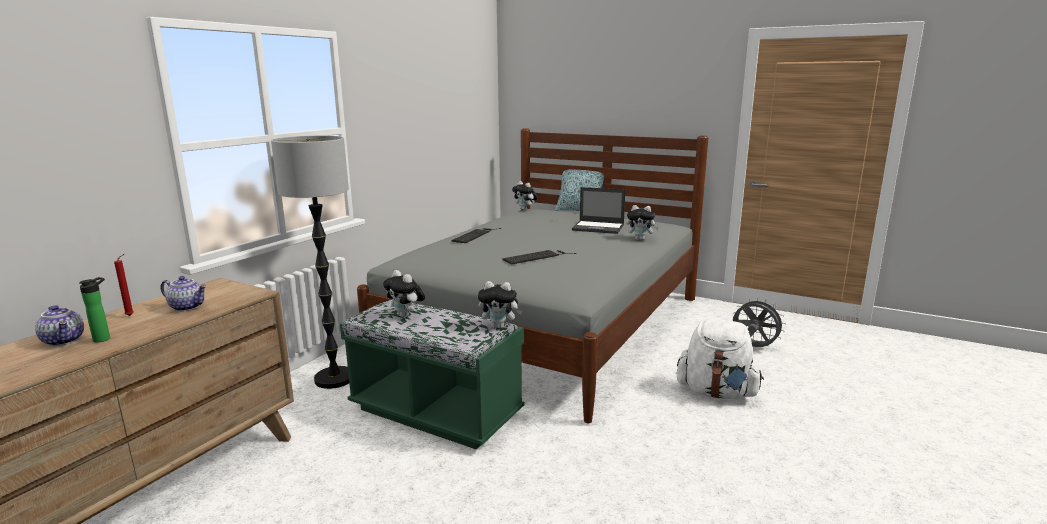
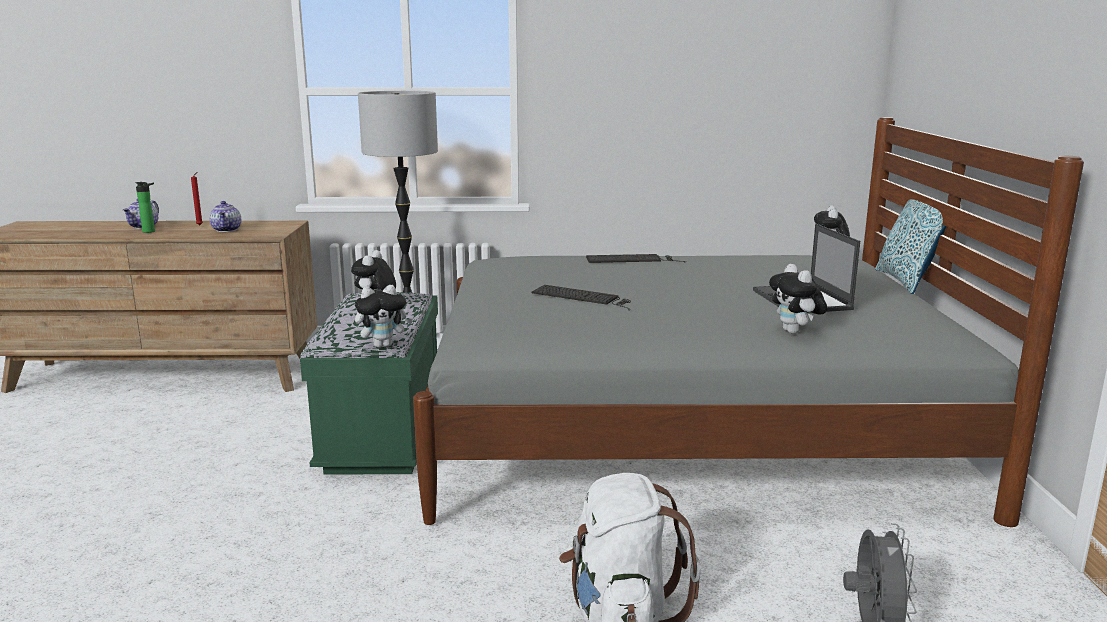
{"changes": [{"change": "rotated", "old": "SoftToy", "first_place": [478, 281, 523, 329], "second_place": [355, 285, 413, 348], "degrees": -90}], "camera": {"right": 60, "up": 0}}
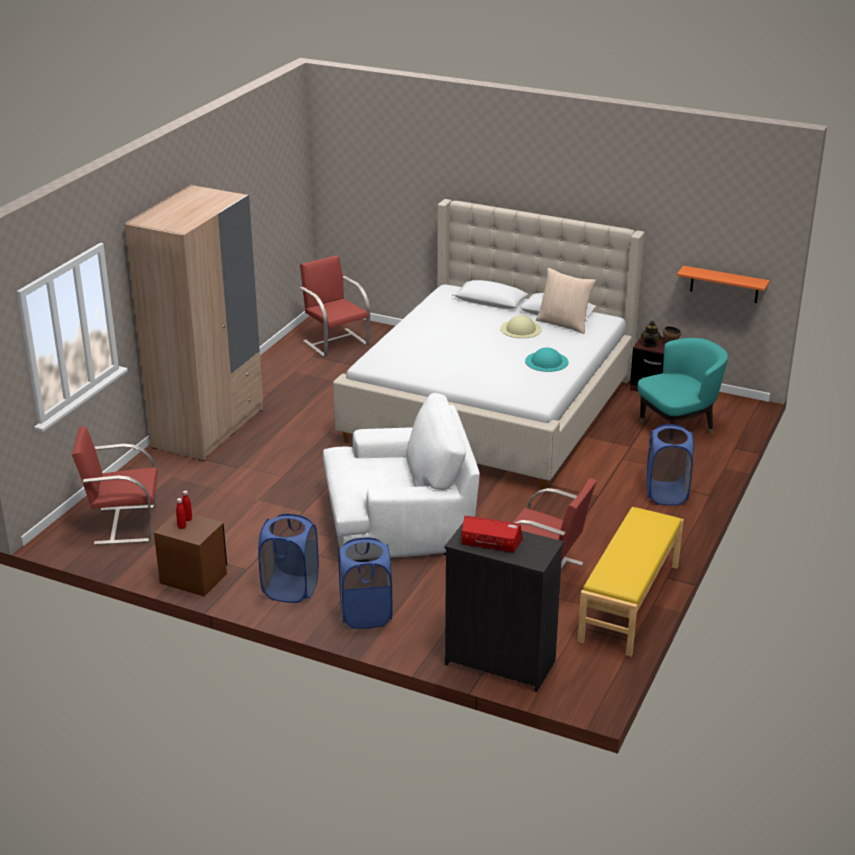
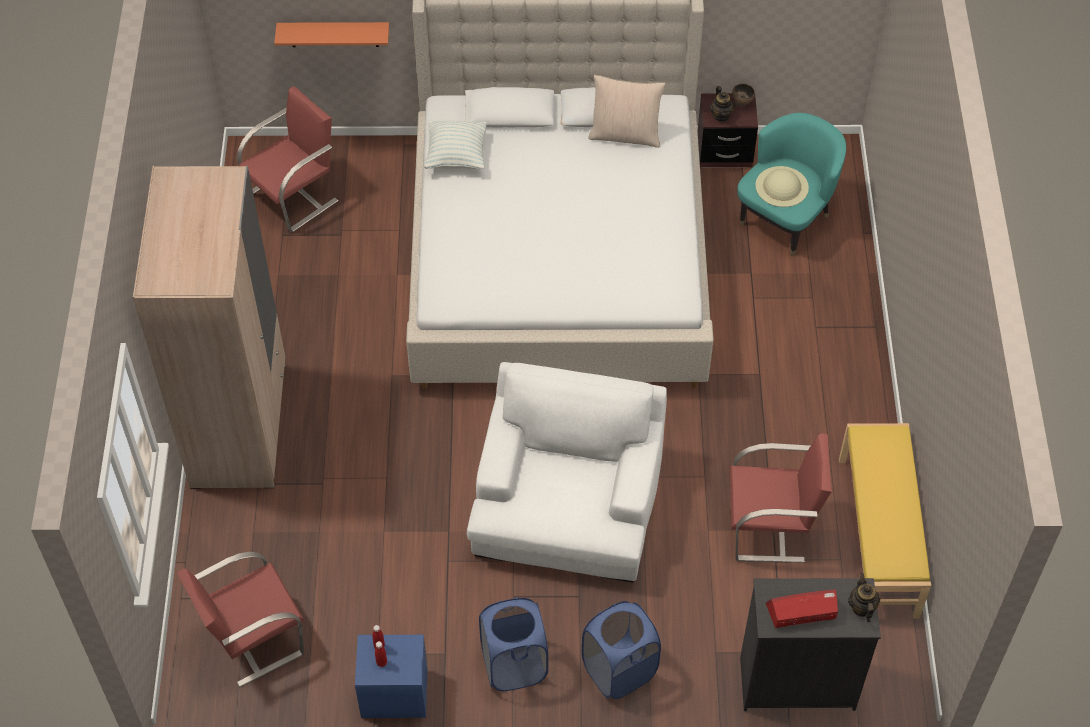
{"changes": [{"change": "gone", "old": "BlueGreenWearableHat", "first_place": [525, 347, 568, 372]}, {"change": "gone", "old": "BlueColouredWashingBasket", "first_place": [647, 424, 694, 506]}, {"change": "new", "new": "ThrowPillow", "second_place": [424, 120, 487, 169]}, {"change": "new", "new": "TeaPot", "second_place": [848, 573, 880, 622]}, {"change": "shifted", "old": "BeigeWearableHat", "first_place": [500, 315, 542, 338], "second_place": [755, 166, 809, 207]}, {"change": "shifted", "old": "OrangeyBracketShelf", "first_place": [677, 266, 770, 303], "second_place": [274, 22, 389, 47]}, {"change": "repainted", "old": "BrownColouredBedsideTable", "new": "BlueColouredBedsideTable", "first_place": [154, 513, 227, 597], "second_place": [355, 635, 427, 718]}, {"change": "rotated", "old": "ReddishPlainChair", "first_place": [300, 255, 370, 357], "second_place": [237, 86, 338, 232], "degrees": 105}, {"change": "rotated", "old": "WhitishLoungeChair", "first_place": [323, 393, 480, 557], "second_place": [467, 362, 667, 583], "degrees": -45}], "camera": {"right": -25, "up": 25}}
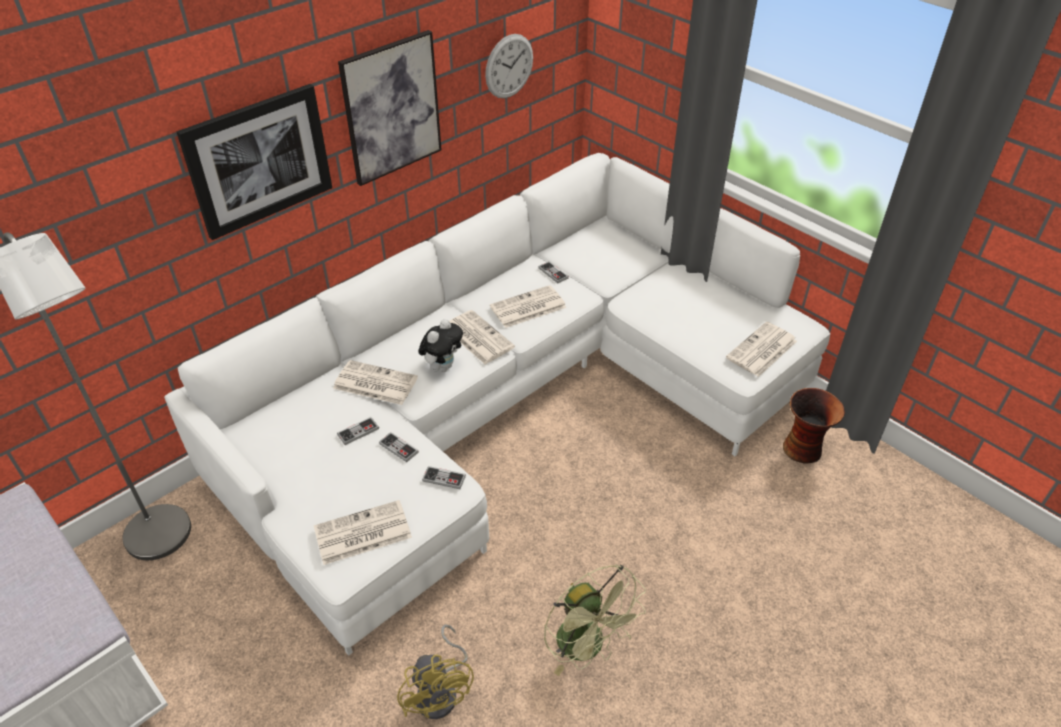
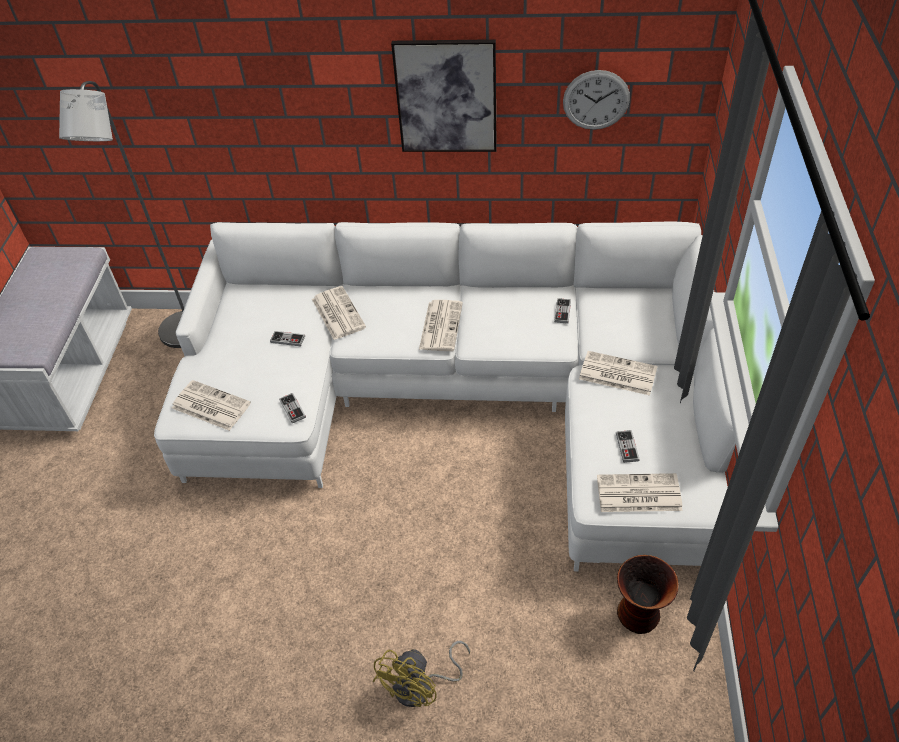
{"changes": [{"change": "gone", "old": "Picture", "first_place": [177, 84, 332, 240]}, {"change": "gone", "old": "SoftToy", "first_place": [419, 319, 463, 372]}, {"change": "gone", "old": "GreenColouredElectricFan", "first_place": [544, 565, 646, 676]}, {"change": "shifted", "old": "Joypad", "first_place": [379, 432, 419, 462], "second_place": [616, 430, 640, 463]}, {"change": "shifted", "old": "YellowElectricFan", "first_place": [397, 624, 474, 719], "second_place": [373, 641, 470, 707]}, {"change": "shifted", "old": "DailyPaper", "first_place": [490, 285, 567, 328], "second_place": [579, 351, 658, 396]}], "camera": {"right": 50, "up": 5}}
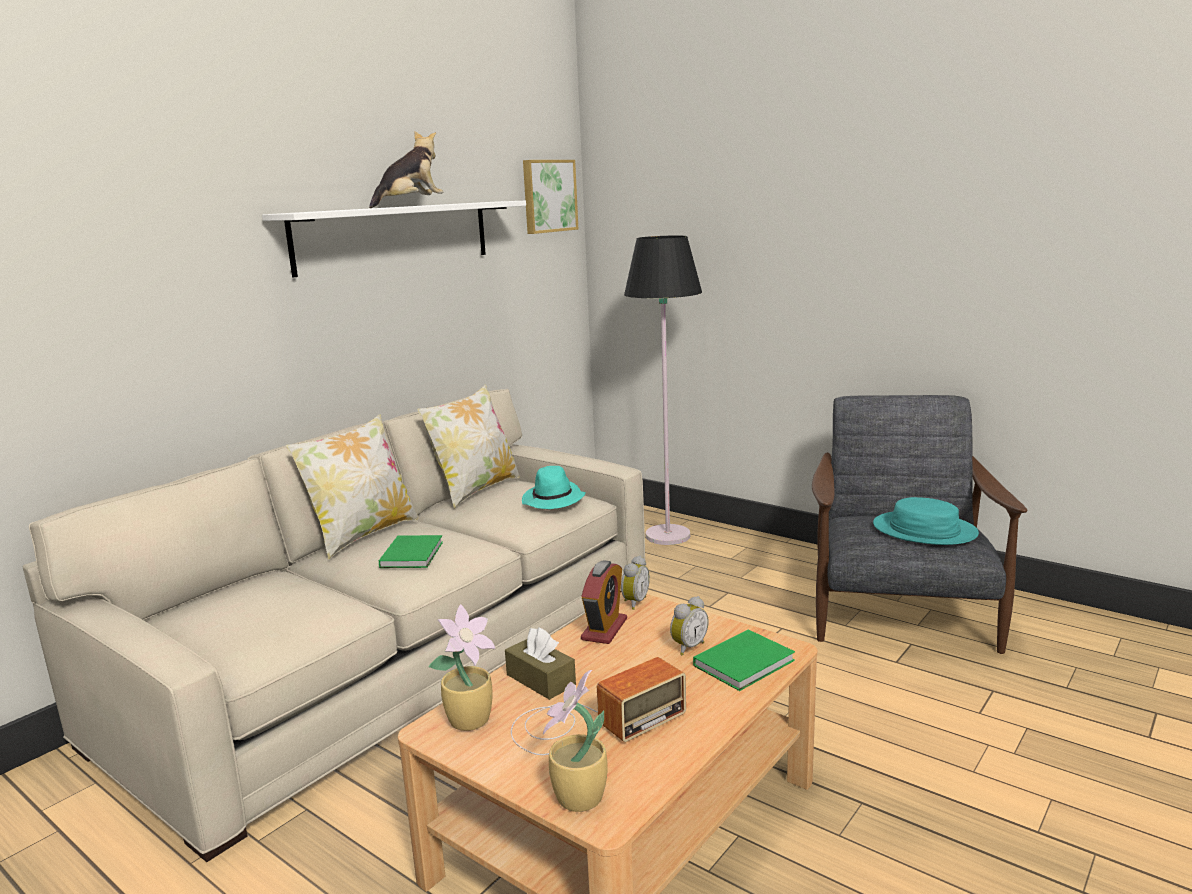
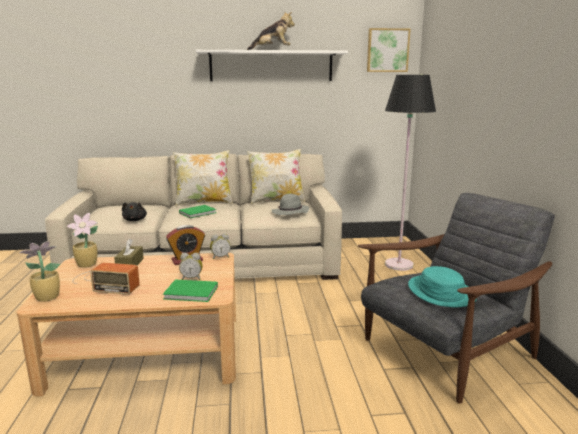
{"changes": [{"change": "new", "new": "BlackColouredSoftToy", "second_place": [122, 202, 147, 221]}, {"change": "repainted", "old": "BlueGreenWearableHat", "new": "GrayWearableHat", "first_place": [522, 466, 586, 509], "second_place": [272, 193, 309, 215]}], "camera": {"right": 45, "up": 0}}
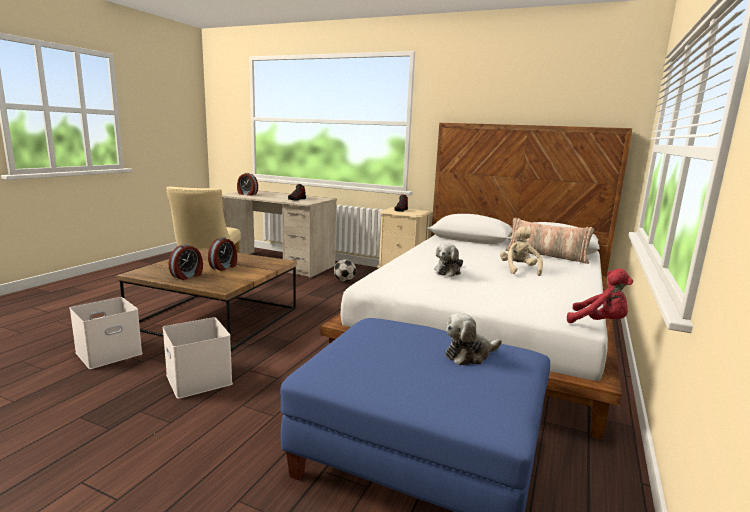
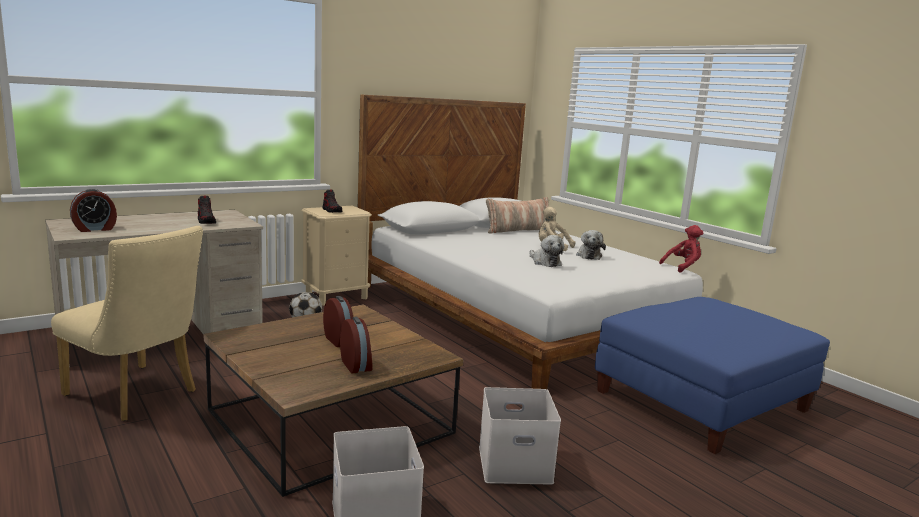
{"changes": [{"change": "shifted", "old": "SoftToy", "first_place": [445, 313, 502, 365], "second_place": [576, 230, 606, 260]}], "camera": {"right": -60, "up": 0}}
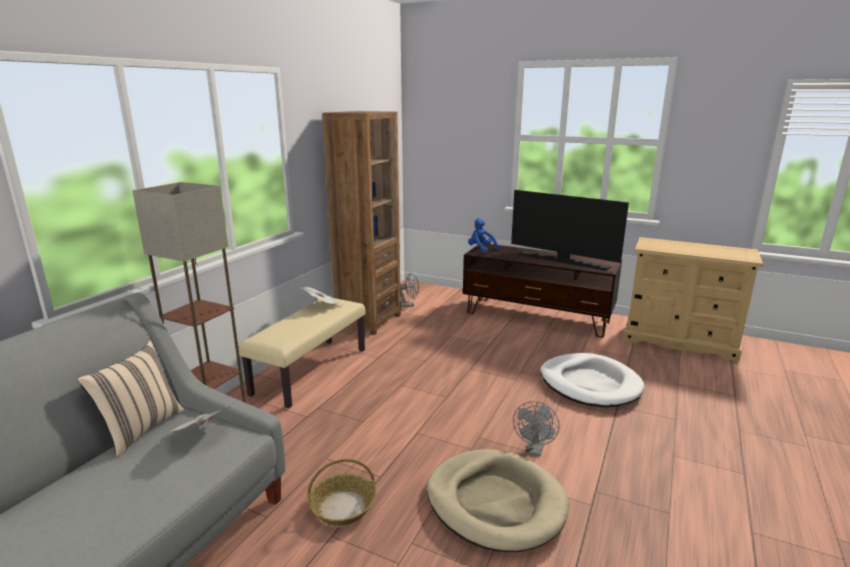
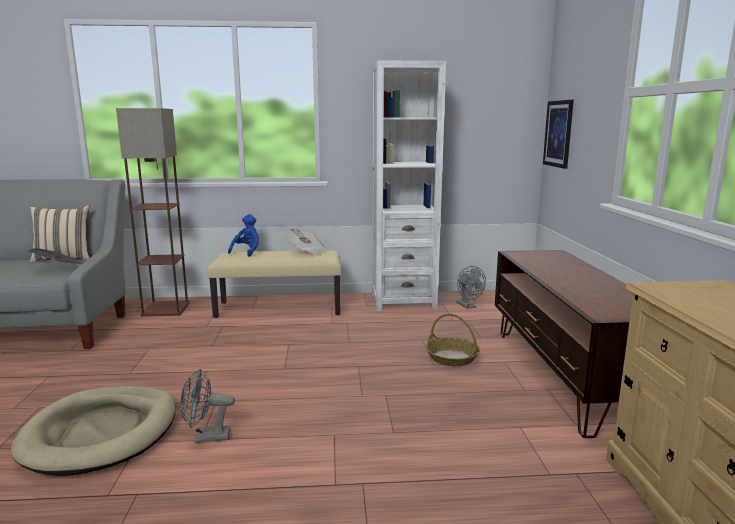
{"changes": [{"change": "gone", "old": "Tv", "first_place": [511, 190, 629, 271]}, {"change": "gone", "old": "WhitishDogCushion", "first_place": [540, 353, 644, 407]}, {"change": "new", "new": "Picture", "second_place": [543, 100, 574, 169]}, {"change": "shifted", "old": "HouseholdBasket", "first_place": [307, 459, 376, 526], "second_place": [426, 314, 480, 366]}, {"change": "shifted", "old": "BlueColouredSoftToy", "first_place": [468, 218, 499, 253], "second_place": [228, 214, 259, 257]}, {"change": "repainted", "old": "BrownColouredBookcase", "new": "WhitishBookcase", "first_place": [322, 111, 401, 335], "second_place": [372, 60, 446, 311]}], "camera": {"right": 60, "up": -5}}
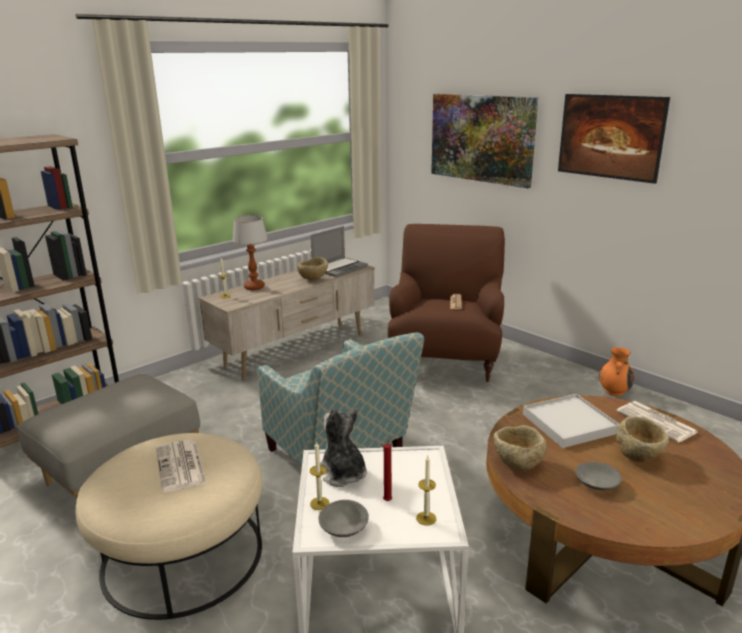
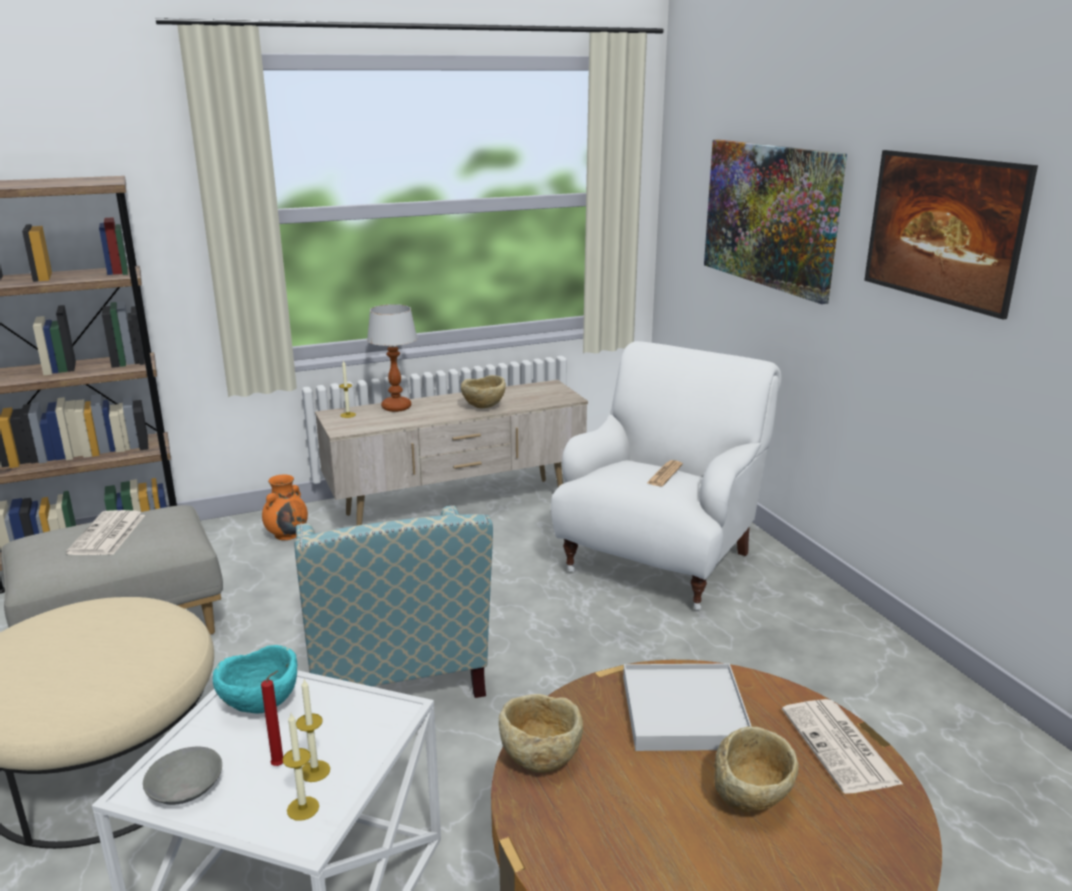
{"changes": [{"change": "gone", "old": "Laptop", "first_place": [311, 226, 368, 277]}, {"change": "gone", "old": "GrayServingBowl", "first_place": [575, 462, 622, 490]}, {"change": "shifted", "old": "DailyPaper", "first_place": [156, 439, 206, 493], "second_place": [66, 510, 145, 555]}, {"change": "shifted", "old": "Candle", "first_place": [310, 441, 330, 510], "second_place": [296, 679, 330, 782]}, {"change": "shifted", "old": "OrangeyVase", "first_place": [599, 347, 634, 396], "second_place": [262, 475, 308, 540]}, {"change": "swapped", "old": "SoftToy", "new": "BlueGreenServingBowl", "first_place": [320, 408, 367, 487], "second_place": [213, 645, 298, 714]}, {"change": "repainted", "old": "BrownColouredLoungeChair", "new": "WhitishLoungeChair", "first_place": [388, 224, 505, 382], "second_place": [551, 341, 781, 610]}], "camera": {"right": 20, "up": 0}}
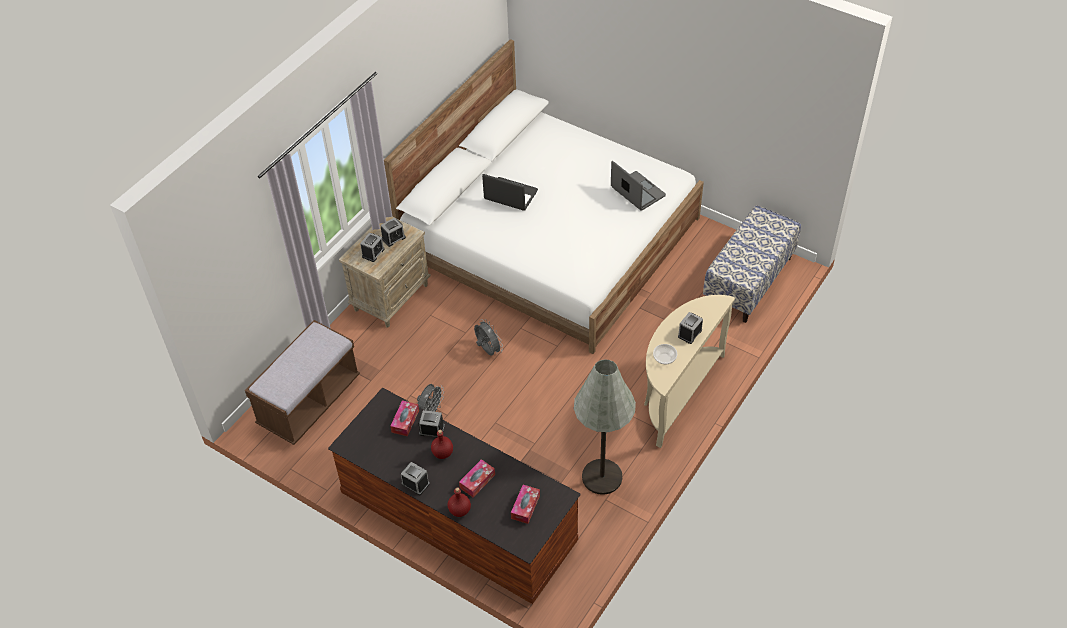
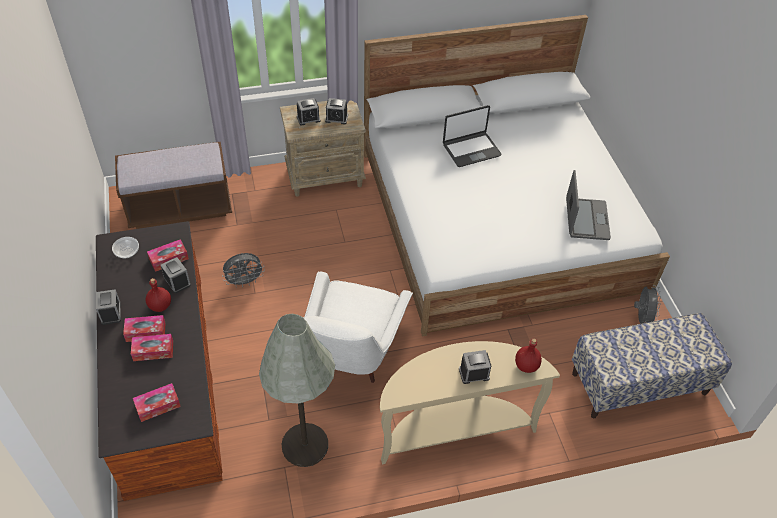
{"changes": [{"change": "new", "new": "BoxOfTissues", "second_place": [123, 315, 165, 342]}, {"change": "new", "new": "WhitishLoungeChair", "second_place": [304, 271, 413, 383]}, {"change": "shifted", "old": "ReddishBeverageBottle", "first_place": [447, 487, 471, 517], "second_place": [515, 338, 542, 373]}, {"change": "shifted", "old": "GrayElectricFan", "first_place": [474, 319, 503, 355], "second_place": [634, 285, 661, 324]}, {"change": "shifted", "old": "ServingBowl", "first_place": [653, 344, 677, 364], "second_place": [112, 237, 139, 258]}, {"change": "rotated", "old": "Laptop", "first_place": [482, 174, 538, 210], "second_place": [443, 105, 502, 167], "degrees": 90}], "camera": {"right": 40, "up": 0}}
